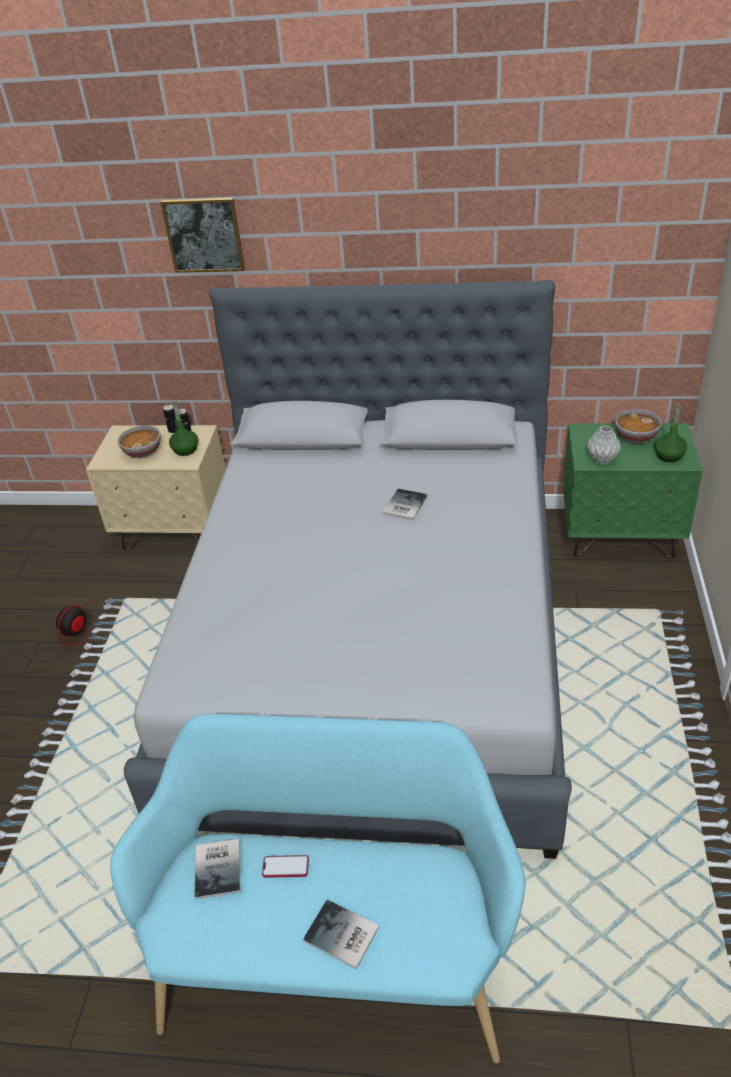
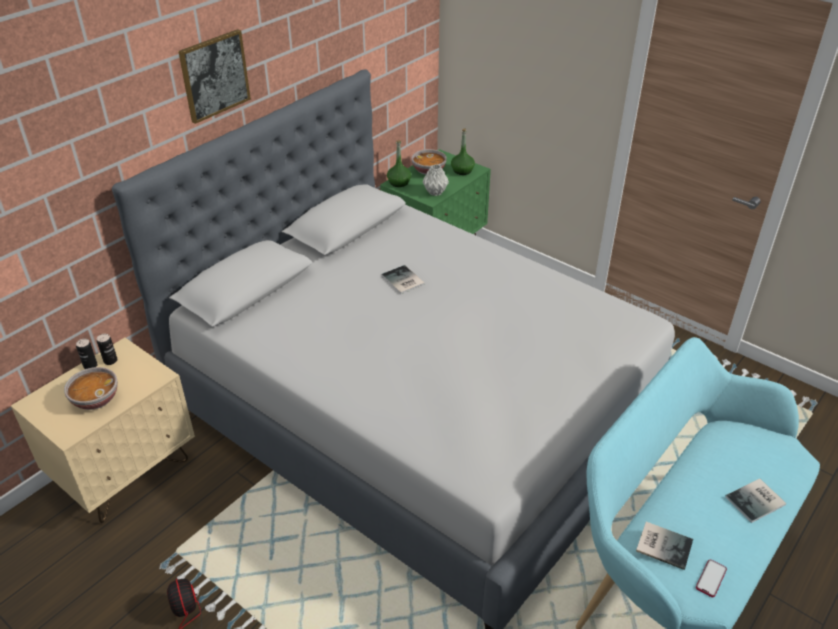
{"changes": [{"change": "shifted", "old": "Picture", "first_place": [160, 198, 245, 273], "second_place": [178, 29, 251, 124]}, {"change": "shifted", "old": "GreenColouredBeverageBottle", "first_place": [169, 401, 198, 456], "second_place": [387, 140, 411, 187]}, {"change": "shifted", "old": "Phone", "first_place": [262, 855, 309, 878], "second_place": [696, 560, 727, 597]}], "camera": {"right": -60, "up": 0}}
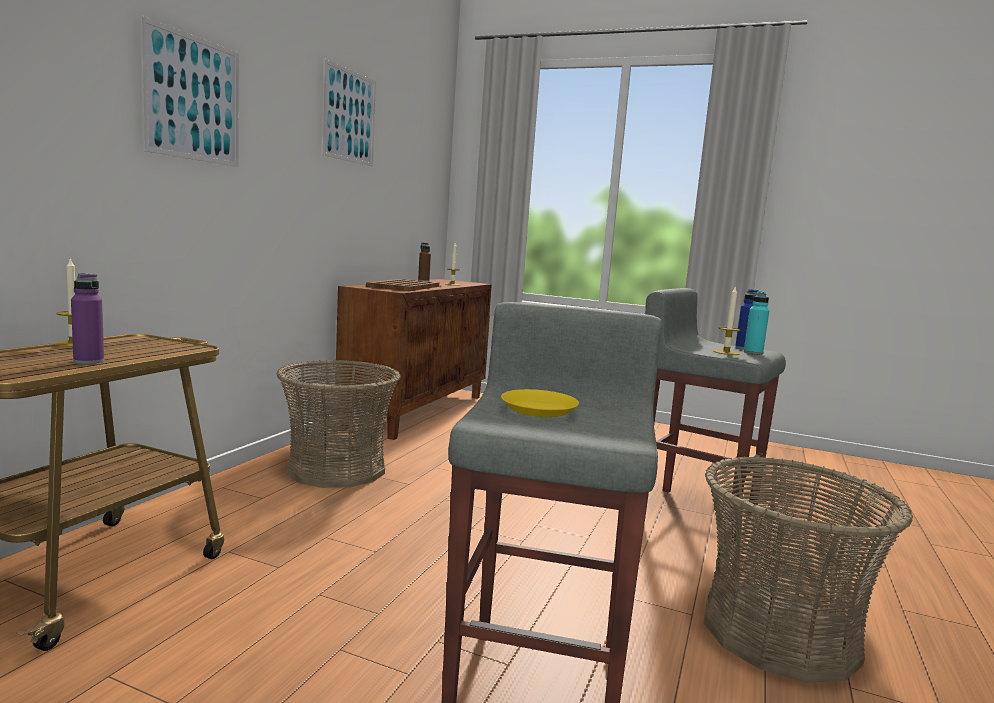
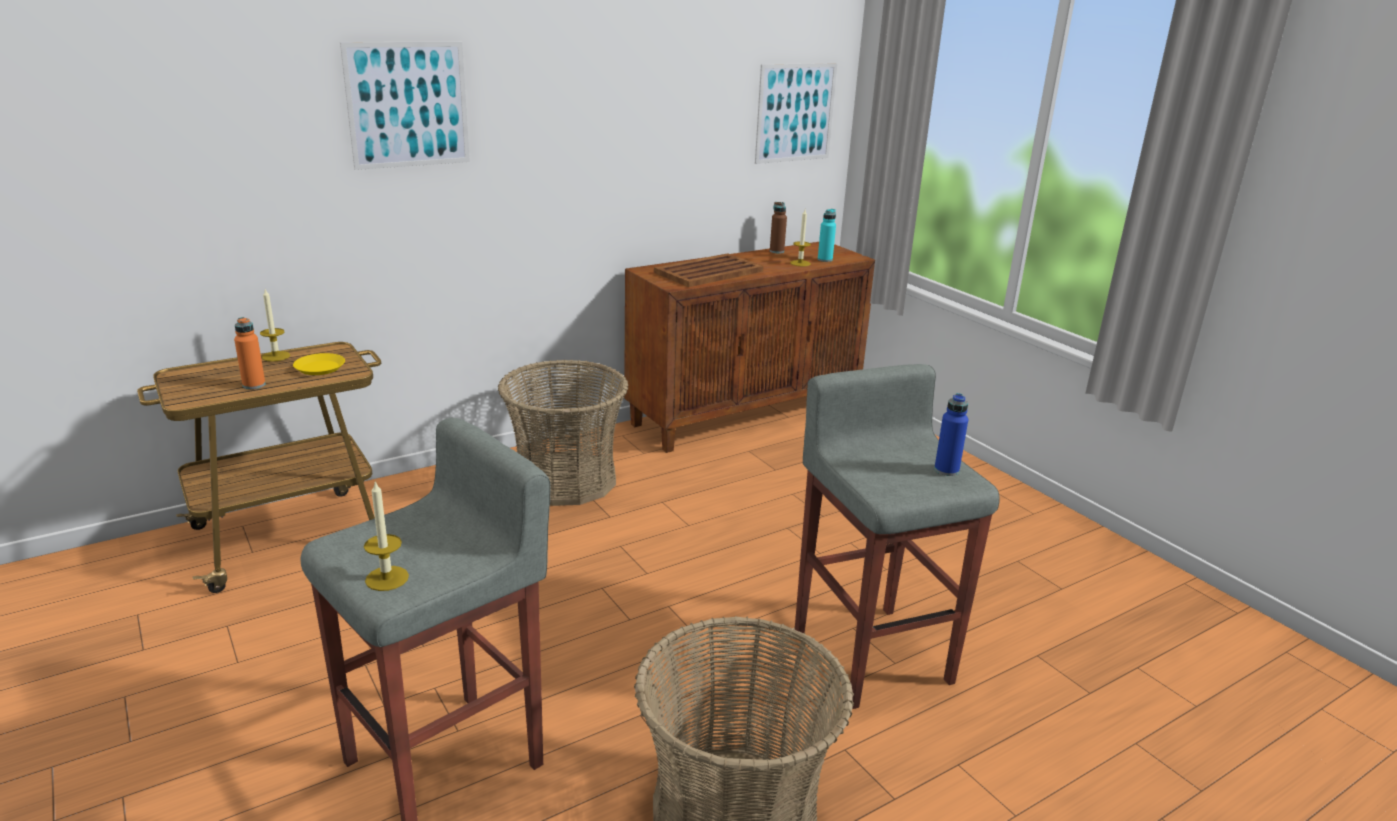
{"changes": [{"change": "shifted", "old": "Picture", "first_place": [321, 59, 376, 167], "second_place": [755, 63, 837, 164]}, {"change": "shifted", "old": "YellowDinnerPlate", "first_place": [501, 389, 579, 417], "second_place": [293, 353, 345, 375]}, {"change": "shifted", "old": "Candle", "first_place": [713, 285, 741, 355], "second_place": [364, 480, 409, 591]}, {"change": "shifted", "old": "BlueGreenBeverageBottle", "first_place": [744, 291, 769, 355], "second_place": [818, 209, 836, 262]}, {"change": "repainted", "old": "PurpleBeverageBottle", "new": "OrangeyBeverageBottle", "first_place": [71, 273, 104, 364], "second_place": [234, 317, 266, 389]}], "camera": {"right": 35, "up": 15}}
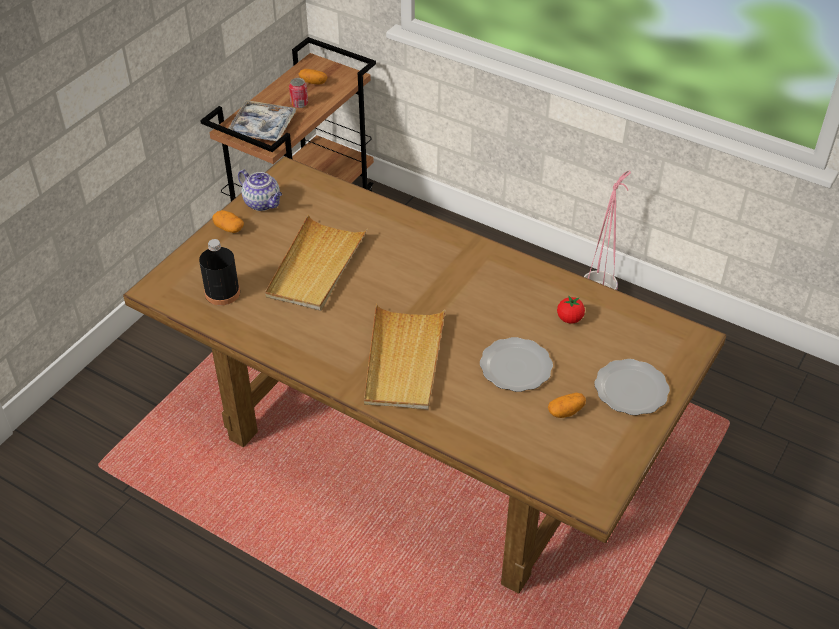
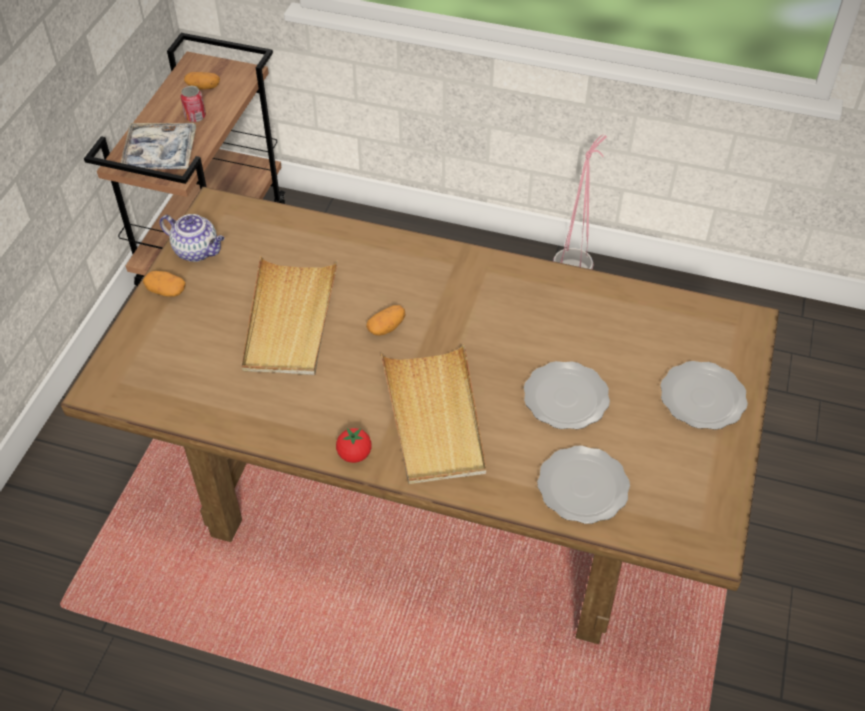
{"changes": [{"change": "gone", "old": "BlackColouredBeverageBottle", "first_place": [199, 239, 240, 305]}, {"change": "new", "new": "DinnerPlate", "second_place": [537, 446, 630, 524]}, {"change": "shifted", "old": "WholePotato", "first_place": [548, 393, 586, 418], "second_place": [366, 305, 405, 336]}, {"change": "shifted", "old": "Tomato", "first_place": [557, 295, 585, 324], "second_place": [336, 428, 372, 463]}], "camera": {"right": -15, "up": 5}}
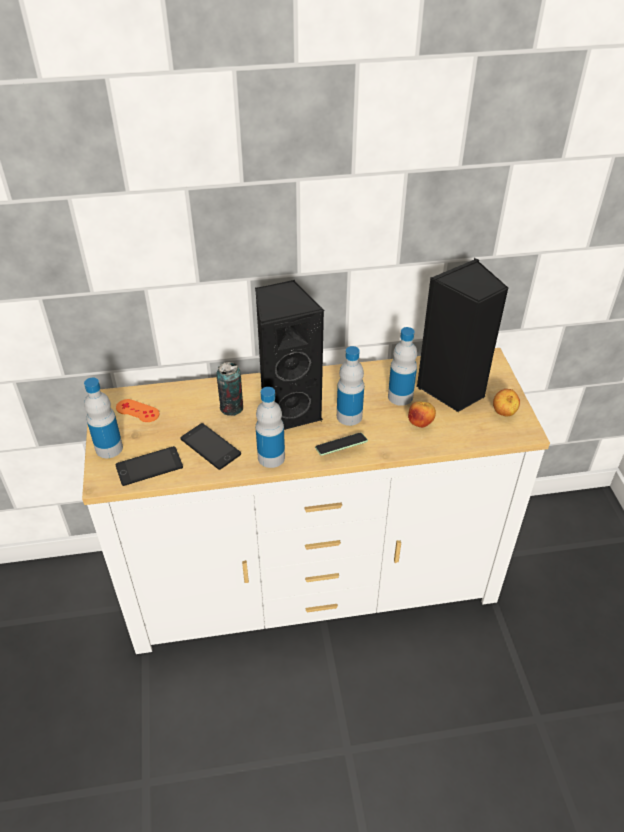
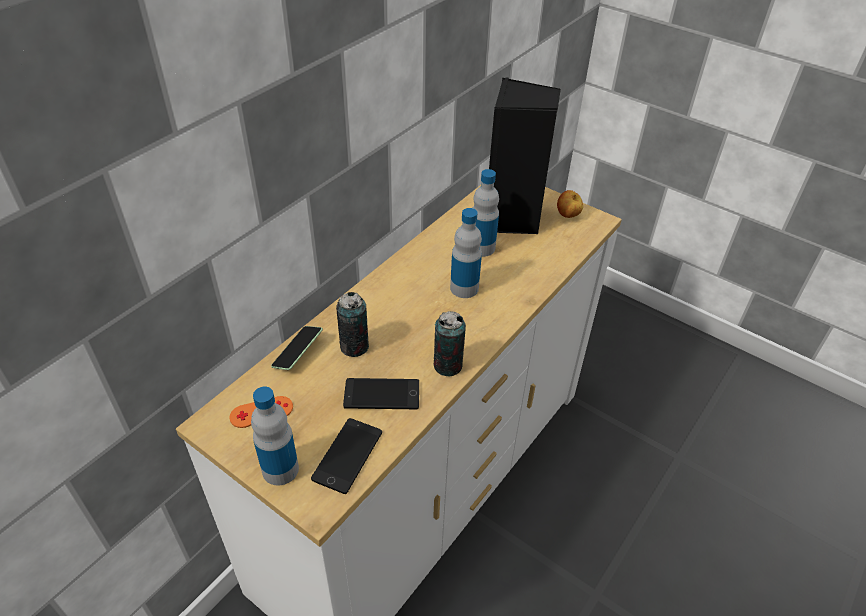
{"changes": [{"change": "gone", "old": "BlackColouredSpeaker", "first_place": [255, 280, 324, 430]}, {"change": "gone", "old": "Apple", "first_place": [408, 402, 436, 428]}, {"change": "shifted", "old": "Phone", "first_place": [315, 433, 368, 456], "second_place": [271, 326, 323, 370]}, {"change": "swapped", "old": "BeverageBottle", "new": "SealedCan", "first_place": [256, 387, 285, 468], "second_place": [434, 311, 466, 377]}], "camera": {"right": -45, "up": 0}}
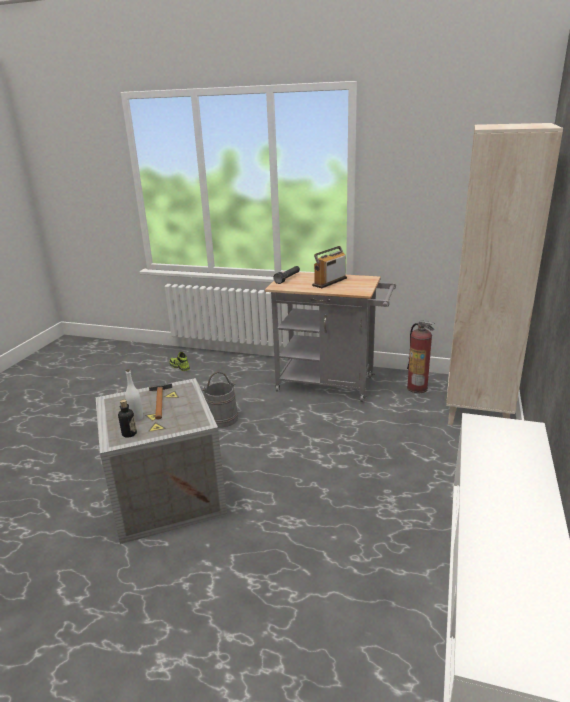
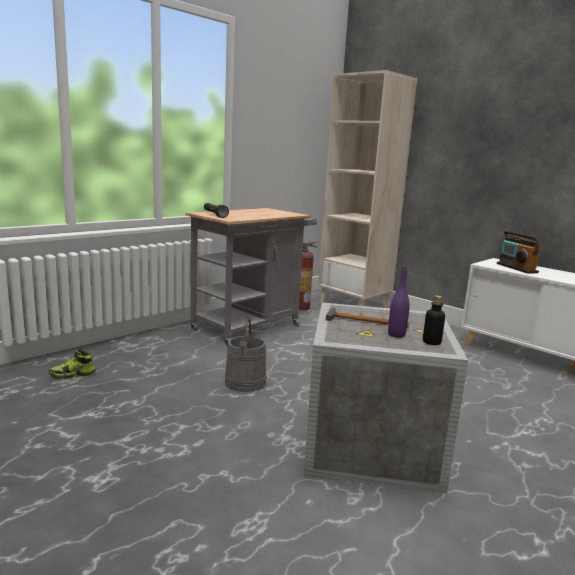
{"changes": [{"change": "shifted", "old": "RadioSet", "first_place": [312, 246, 347, 288], "second_place": [497, 230, 541, 274]}, {"change": "repainted", "old": "WhitishBeverageBottle", "new": "PurpleBeverageBottle", "first_place": [125, 369, 143, 422], "second_place": [388, 267, 410, 338]}], "camera": {"right": -65, "up": -10}}
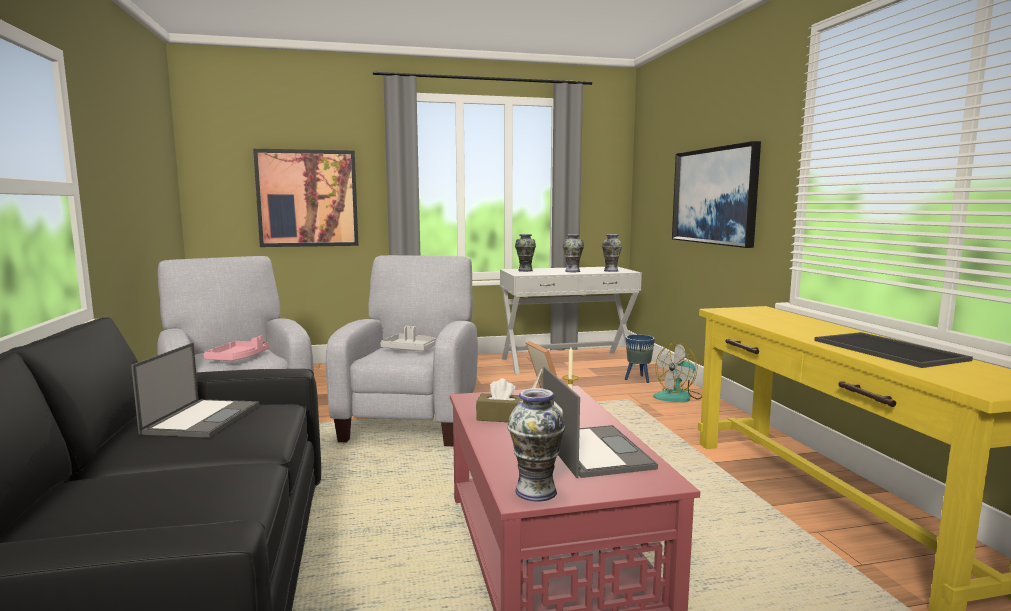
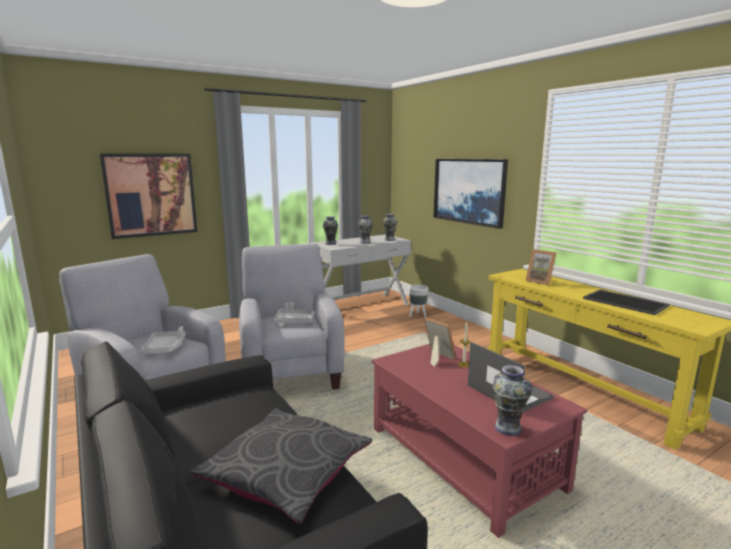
{"changes": [{"change": "gone", "old": "Laptop", "first_place": [131, 343, 260, 438]}, {"change": "gone", "old": "BrownColouredBoxOfTissues", "first_place": [476, 378, 523, 422]}, {"change": "gone", "old": "ElectricFan", "first_place": [653, 342, 702, 402]}, {"change": "new", "new": "GrayThrowPillow", "second_place": [189, 408, 372, 524]}, {"change": "new", "new": "PictureFrame", "second_place": [525, 249, 557, 285]}, {"change": "repainted", "old": "PinkishTray", "new": "GrayTray", "first_place": [204, 335, 269, 361], "second_place": [141, 327, 186, 354]}, {"change": "repainted", "old": "BlueColouredPlantPot", "new": "WhitishPlantPot", "first_place": [625, 334, 655, 383], "second_place": [409, 284, 428, 317]}], "camera": {"right": -20, "up": 5}}
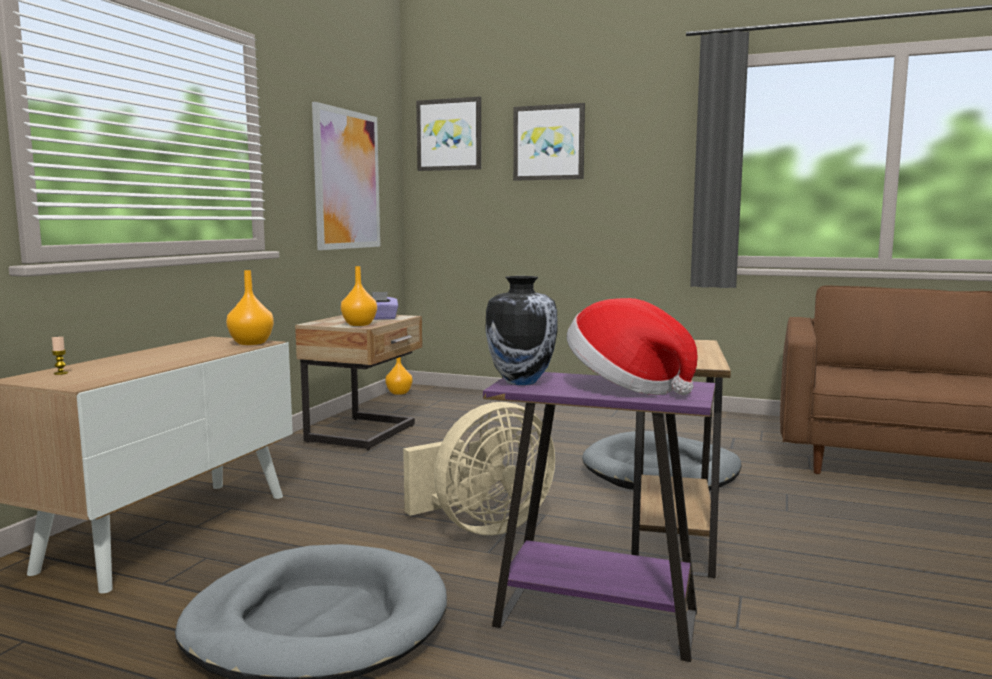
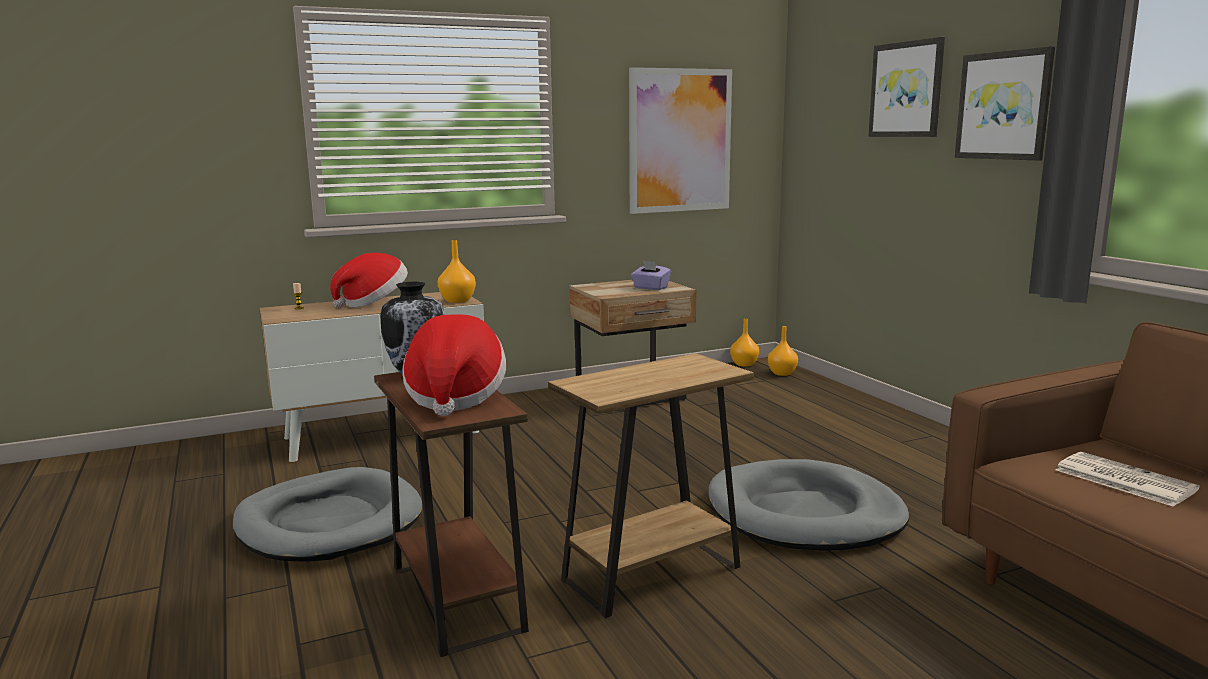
{"changes": [{"change": "gone", "old": "BeigeElectricFan", "first_place": [403, 402, 555, 535]}, {"change": "new", "new": "WearableHat", "second_place": [330, 253, 408, 308]}, {"change": "new", "new": "DailyPaper", "second_place": [1055, 452, 1200, 507]}, {"change": "shifted", "old": "OrangeyVase", "first_place": [341, 266, 377, 326], "second_place": [768, 326, 798, 376]}, {"change": "shifted", "old": "Picture", "first_place": [416, 97, 481, 171], "second_place": [955, 46, 1055, 160]}, {"change": "repainted", "old": "PurpleAccentTable", "new": "BrownColouredAccentTable", "first_place": [483, 372, 715, 662], "second_place": [374, 372, 529, 657]}], "camera": {"right": 45, "up": 5}}
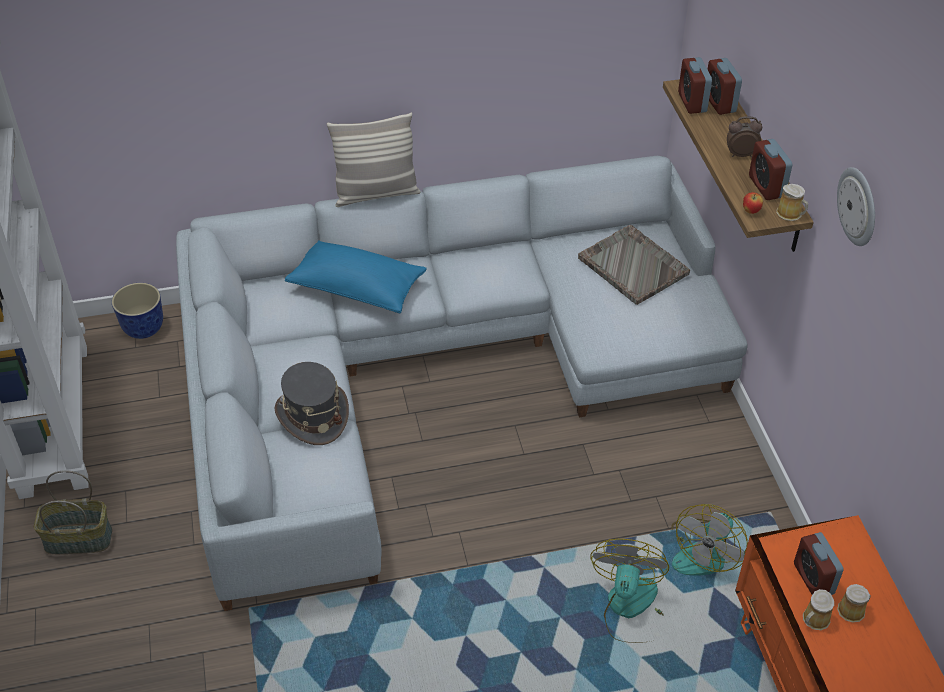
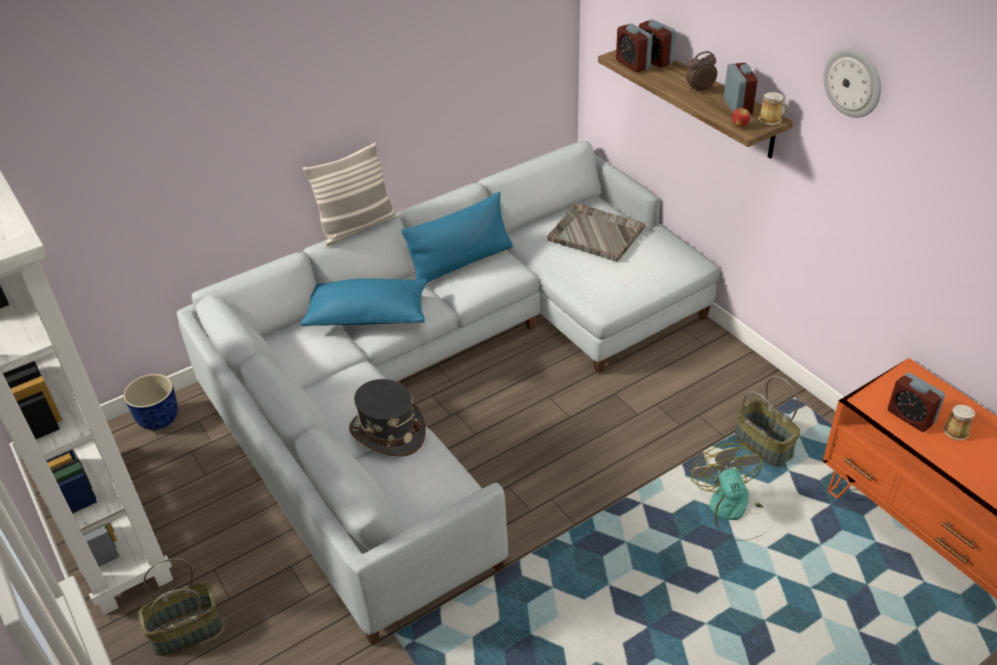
{"changes": [{"change": "gone", "old": "TeaMug", "first_place": [803, 589, 834, 630]}, {"change": "new", "new": "BlueColouredThrowPillow", "second_place": [401, 192, 513, 283]}, {"change": "swapped", "old": "ElectricFan", "new": "HouseholdBasket", "first_place": [671, 504, 748, 576], "second_place": [735, 376, 800, 467]}, {"change": "rotated", "old": "AlarmClock", "first_place": [749, 139, 792, 200], "second_place": [724, 63, 757, 114], "degrees": -150}], "camera": {"right": -20, "up": -5}}
